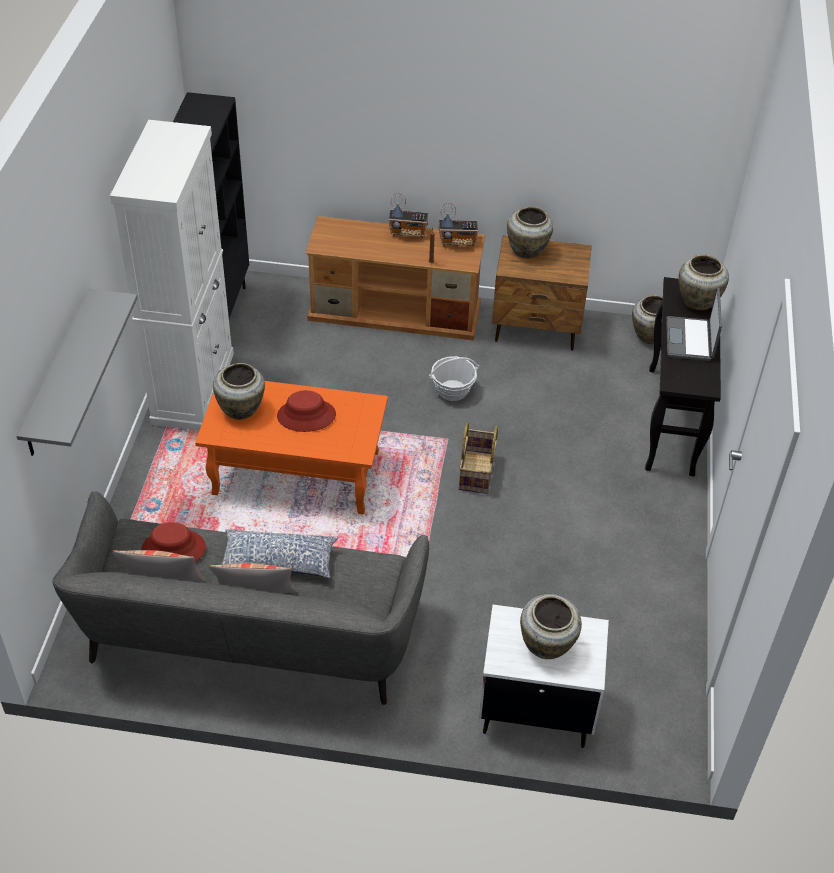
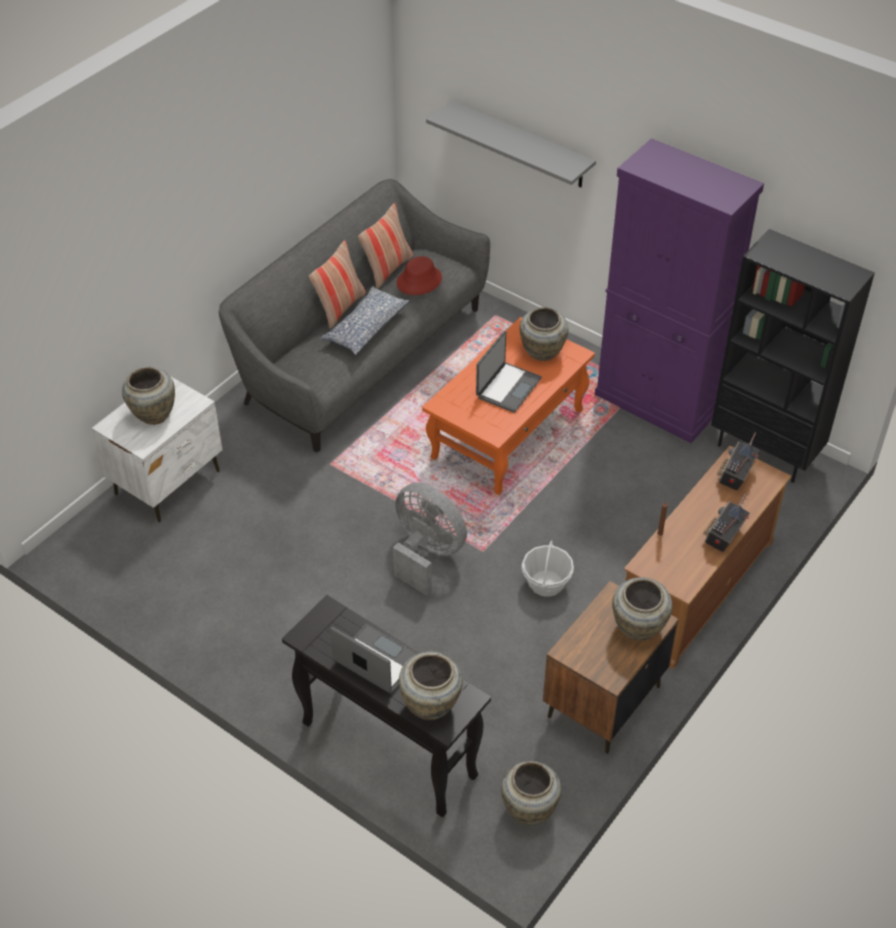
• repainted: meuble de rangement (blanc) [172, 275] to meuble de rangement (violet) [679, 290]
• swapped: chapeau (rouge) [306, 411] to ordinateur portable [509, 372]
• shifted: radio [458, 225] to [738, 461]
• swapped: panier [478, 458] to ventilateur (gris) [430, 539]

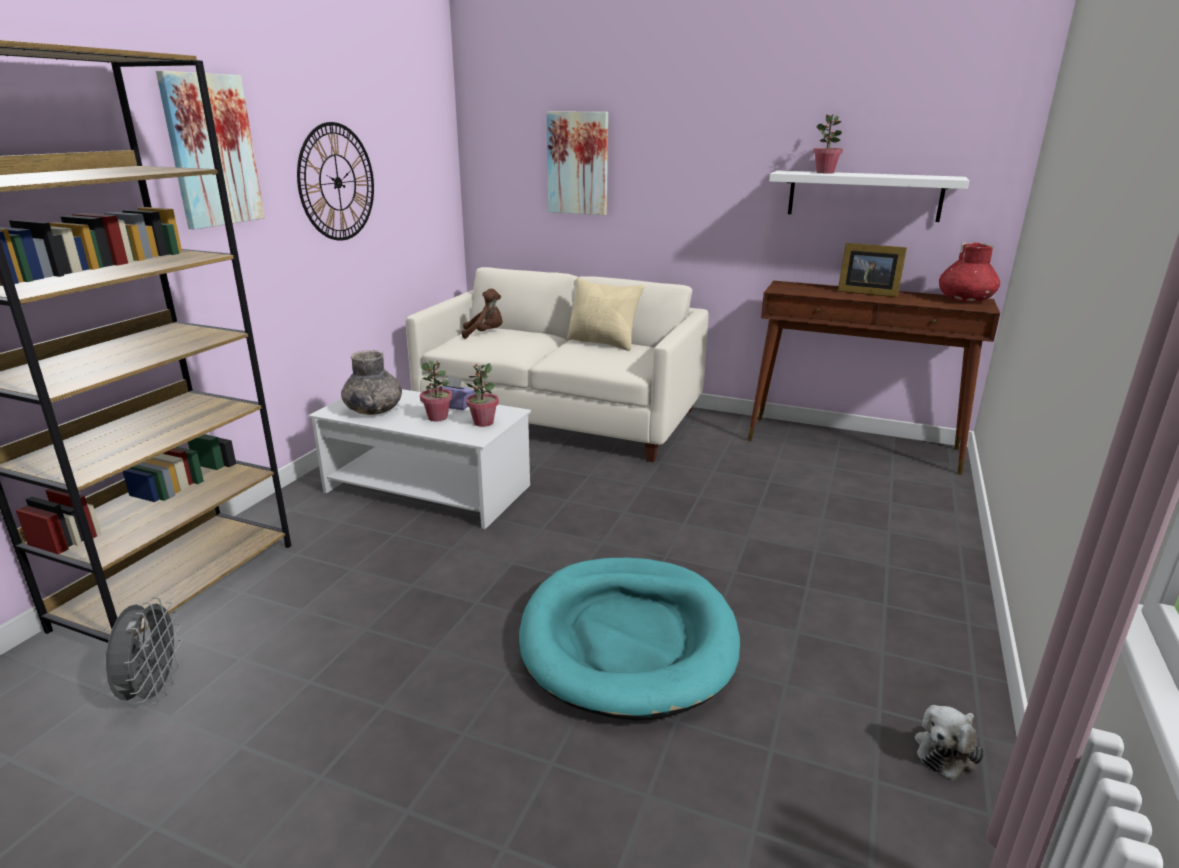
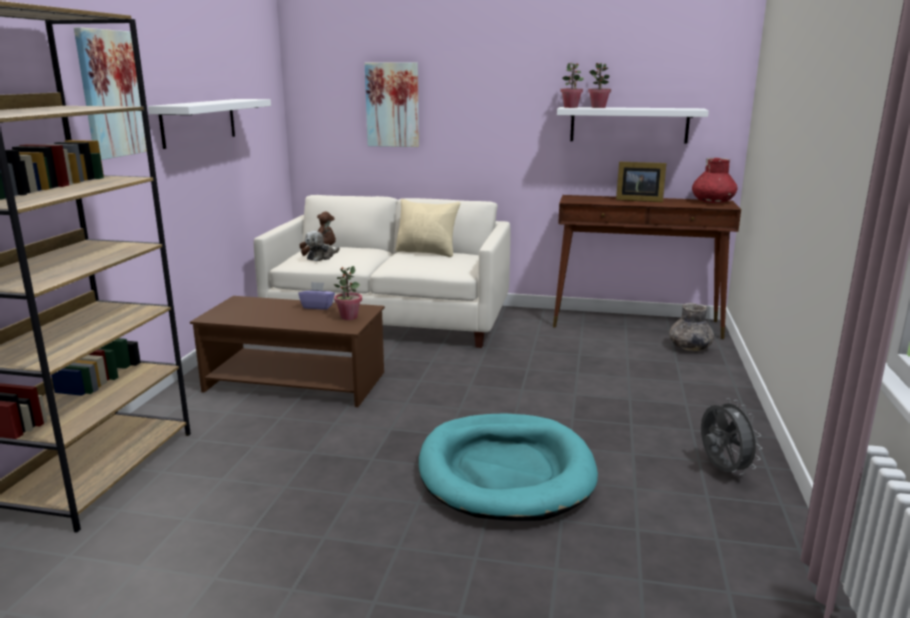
• shifted: ventilateur (gris) [144, 650] to [731, 436]
• swapped: horloge murale [335, 181] to étagère (blanc) [209, 124]
• repainted: table basse (blanc) [419, 459] to table basse (marron) [287, 351]
• shifted: vase (gris) [371, 382] to [691, 327]
• shifted: plante en pot [436, 390] to [572, 85]
• shifted: peluche [950, 743] to [322, 246]

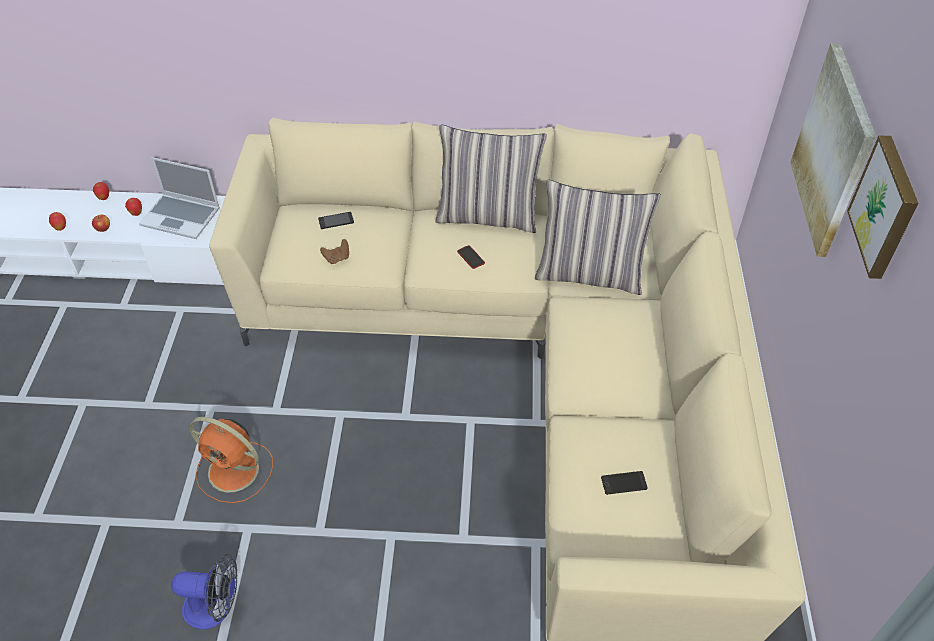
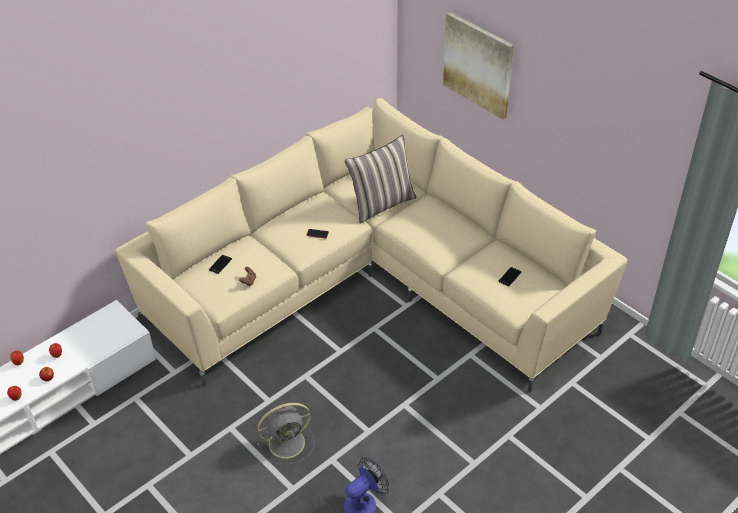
• gone: ordinateur portable [179, 198]
• repainted: ventilateur (orange) [231, 460] to ventilateur (gris) [285, 434]
• gone: coussin [491, 178]
• gone: tableau [883, 207]

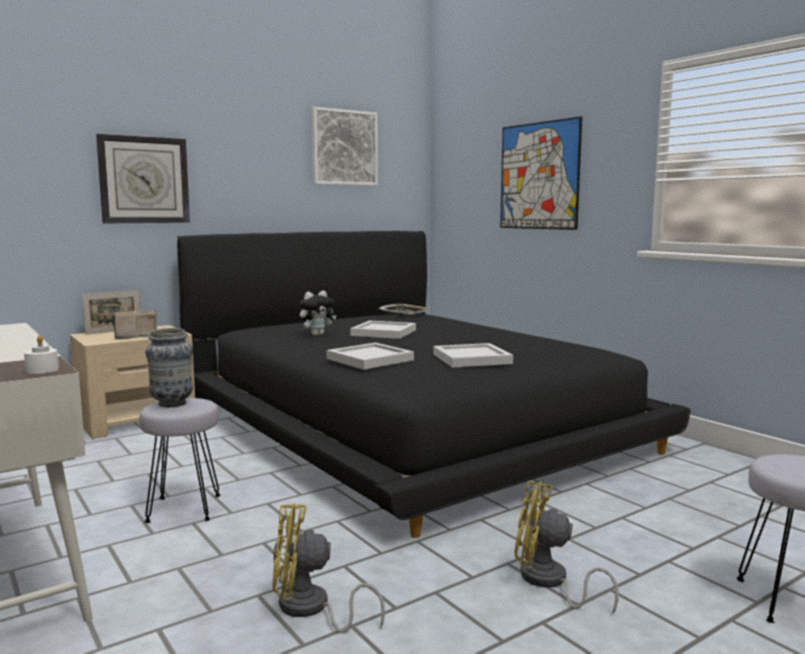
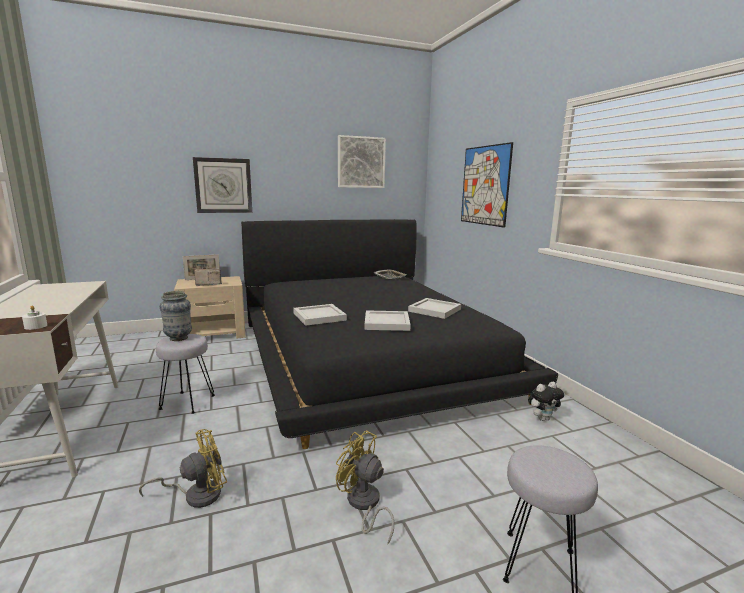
• rotated: ventilateur (jaune) [328, 568] = [183, 468] 135 degrees clockwise
• shifted: peluche [318, 313] to [546, 401]
• shifted: plateau (blanc) [383, 330] to [434, 308]

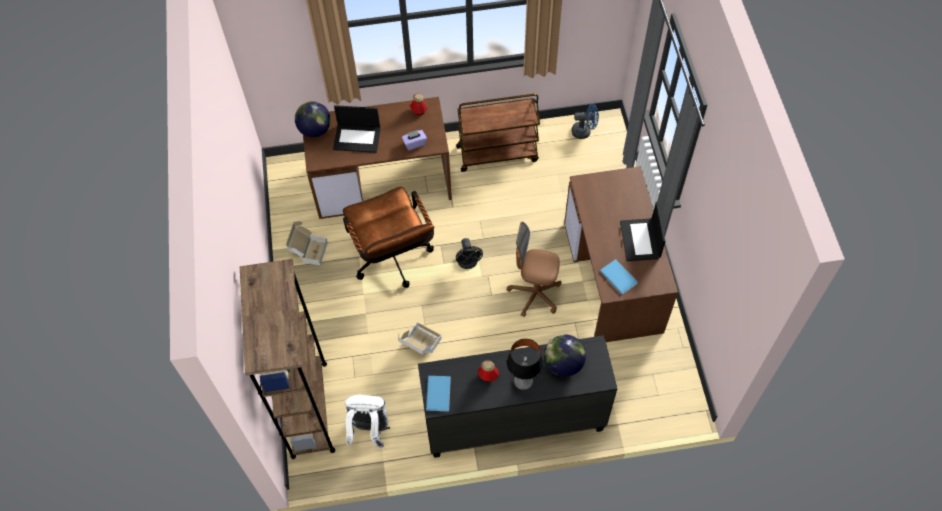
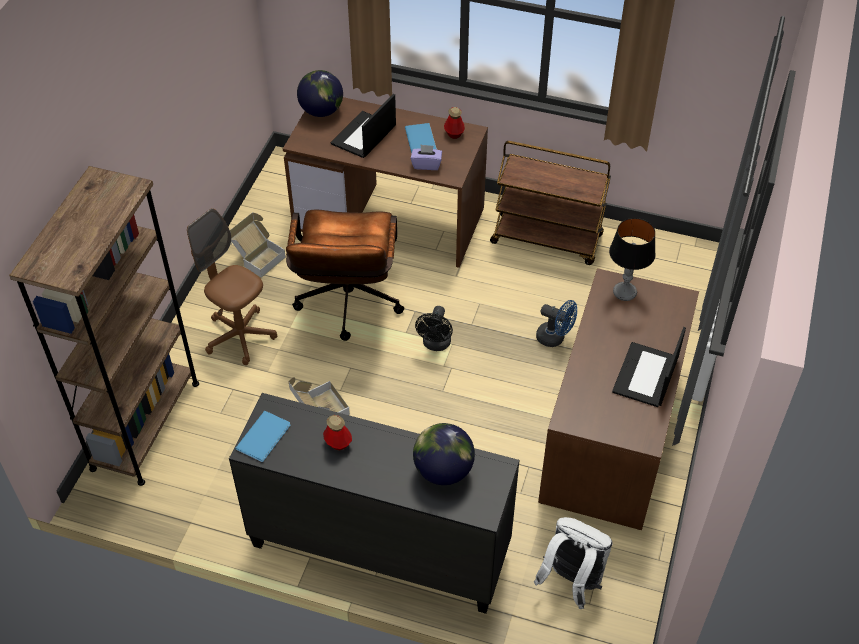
• rotated: ordinateur portable [357, 129] = [363, 126] 90 degrees clockwise
• shifted: sac à dos (blanc) [367, 421] to [573, 563]
• shifted: chaise de bureau (marron) [534, 269] to [232, 286]
• shifted: lampe de table [525, 364] to [632, 259]
• shifted: ventilateur (bleu) [585, 121] to [556, 323]
• shifted: livre (bleu) [619, 276] to [421, 138]

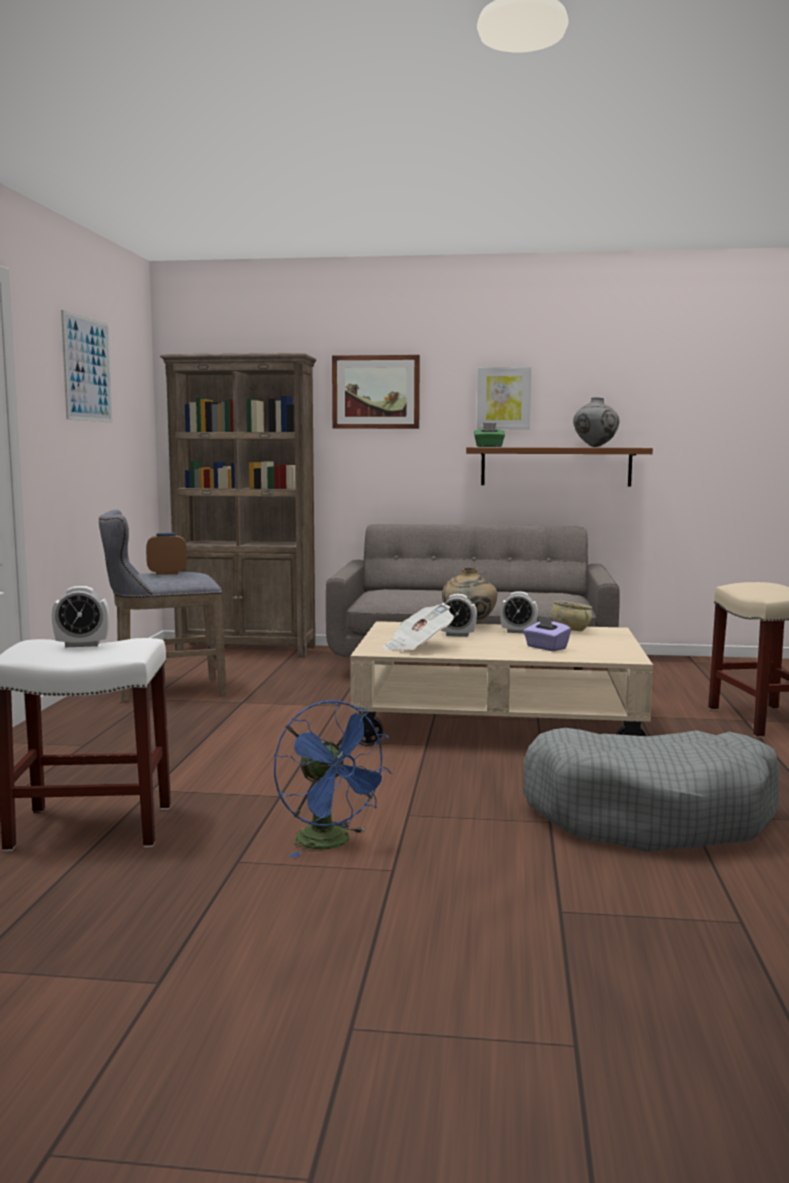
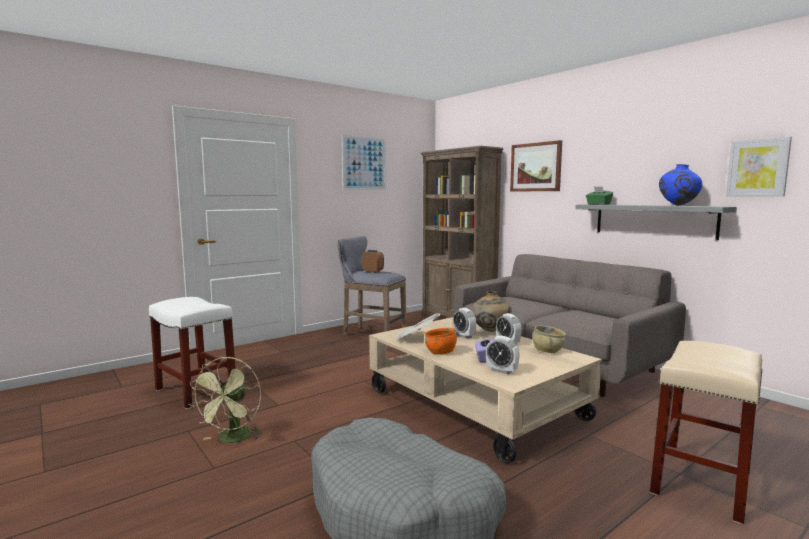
• shifted: réveil [81, 616] to [503, 355]
• repainted: ventilateur (bleu) [333, 779] to ventilateur (vert) [225, 400]
• repainted: étagère (marron) [559, 466] to étagère (gris) [656, 222]
• shifted: tableau [504, 398] to [759, 167]
• repainted: vase (gris) [596, 422] to vase (bleu) [680, 185]
• new: bol (orange) [441, 341]

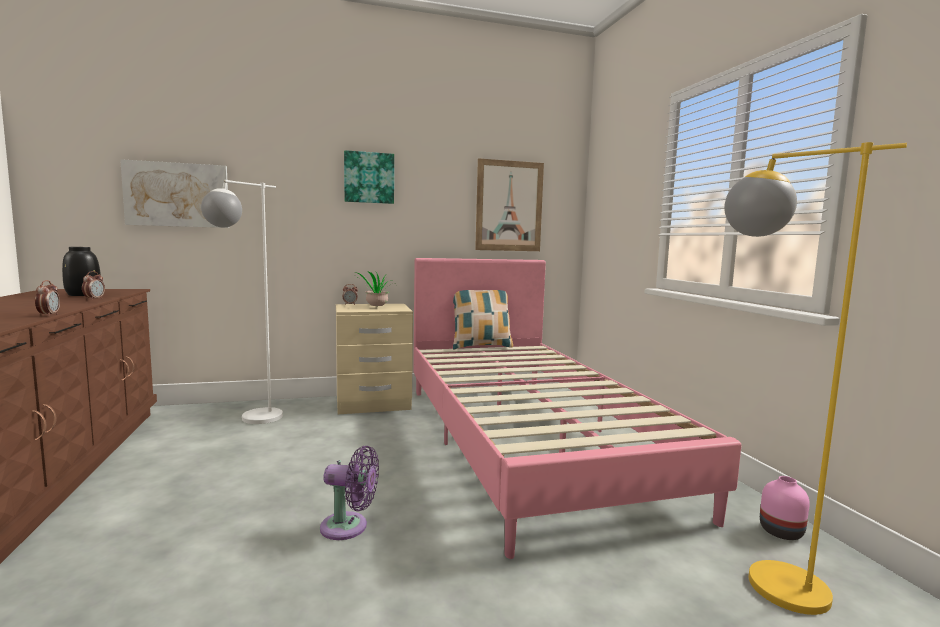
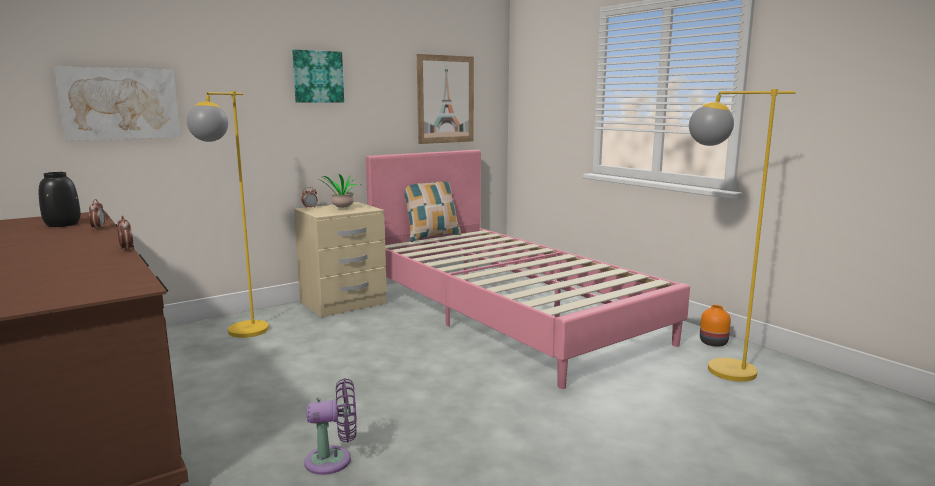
• repainted: lampadaire (blanc) [242, 302] to lampadaire (jaune) [228, 214]
• shifted: ventilateur (violet) [349, 493] to [330, 426]
• repainted: vase (rose) [785, 508] to vase (orange) [715, 326]

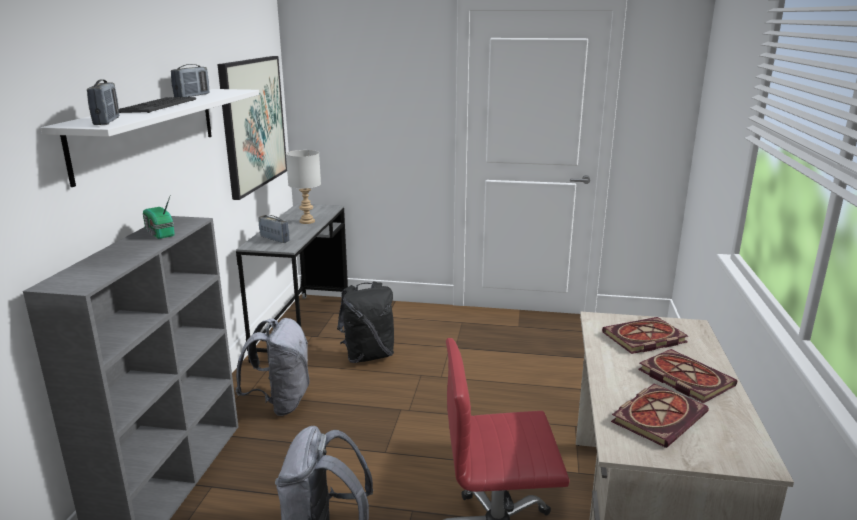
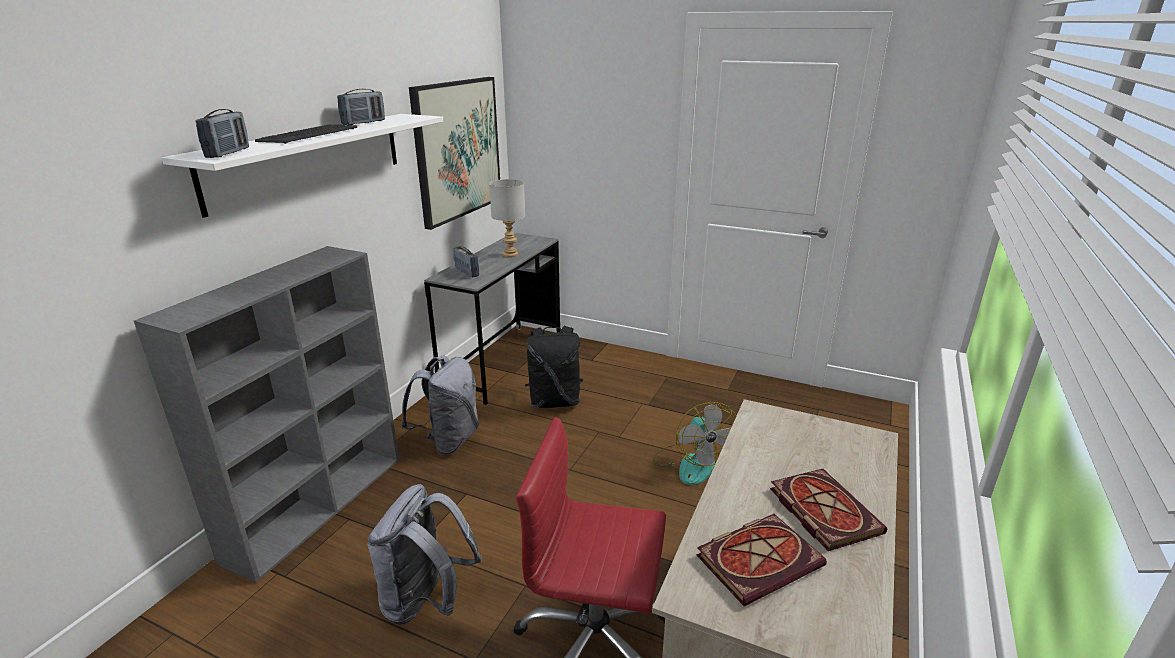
• gone: radio [159, 218]
• gone: livre [645, 335]
• new: ventilateur [695, 443]

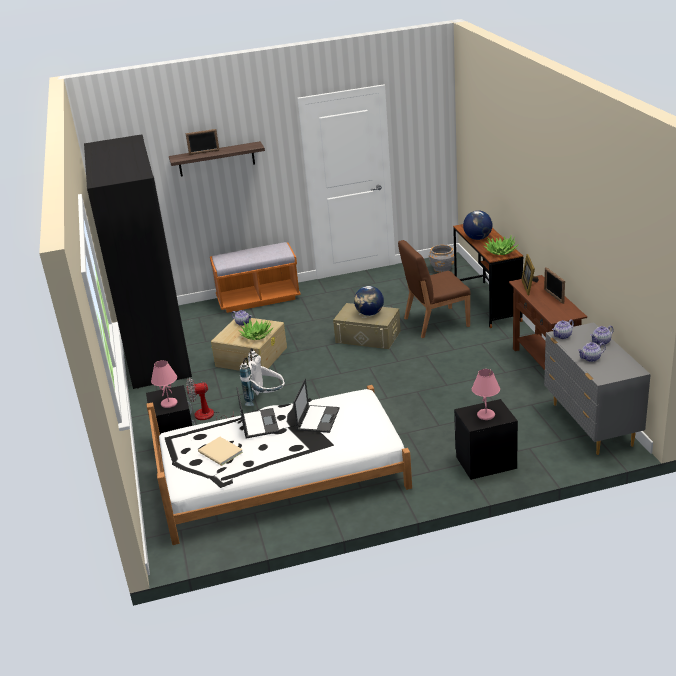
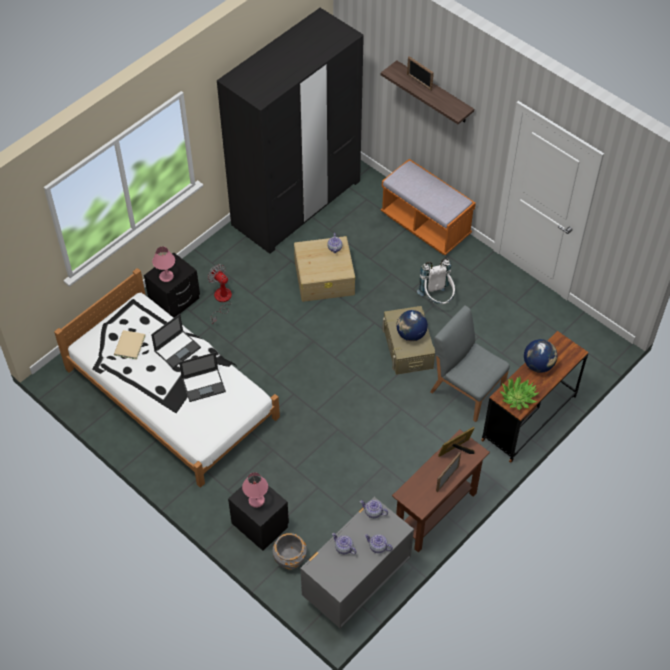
• gone: plante en pot [256, 329]
• shifted: sac à dos (blanc) [262, 377] to [436, 281]
• repainted: chaise (marron) [434, 289] to chaise (gris) [470, 363]
• shifted: cache-pot (gris) [441, 258] to [290, 551]

